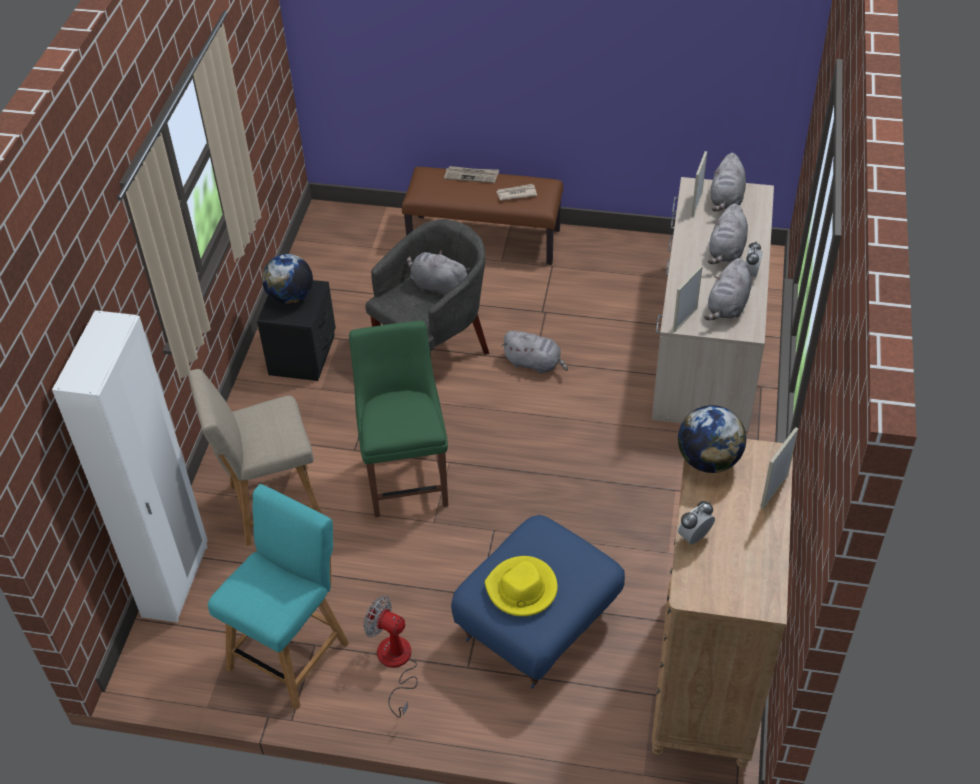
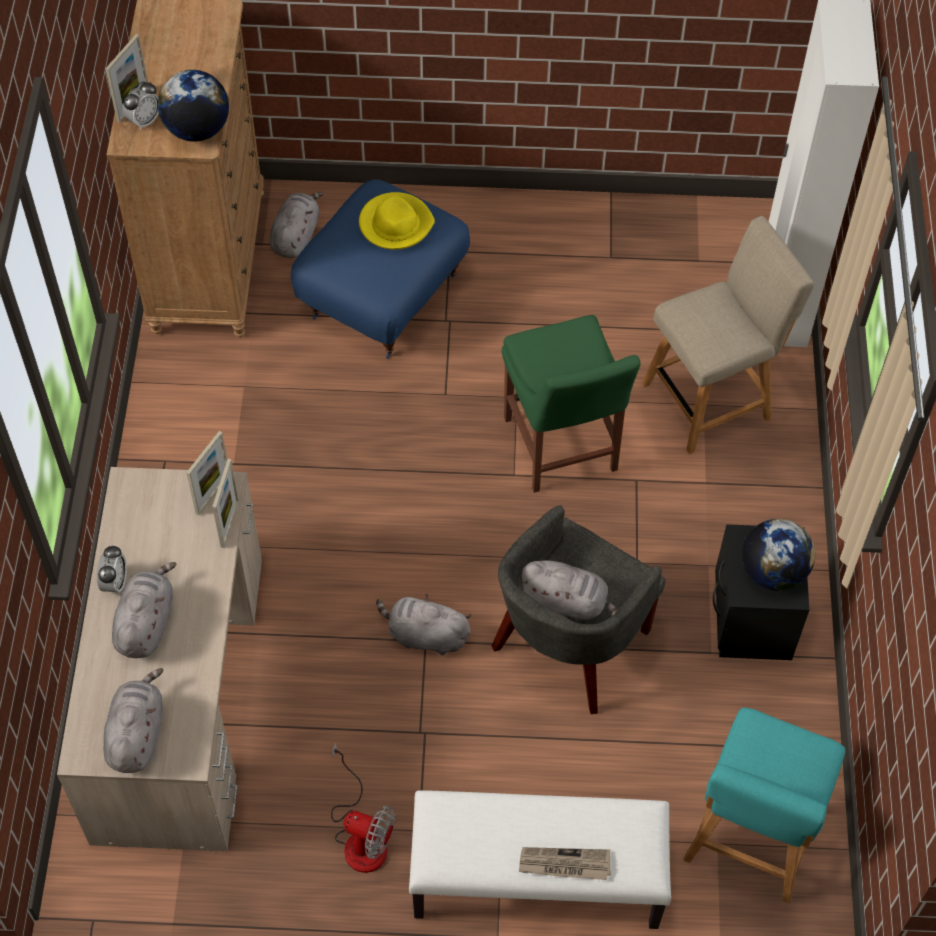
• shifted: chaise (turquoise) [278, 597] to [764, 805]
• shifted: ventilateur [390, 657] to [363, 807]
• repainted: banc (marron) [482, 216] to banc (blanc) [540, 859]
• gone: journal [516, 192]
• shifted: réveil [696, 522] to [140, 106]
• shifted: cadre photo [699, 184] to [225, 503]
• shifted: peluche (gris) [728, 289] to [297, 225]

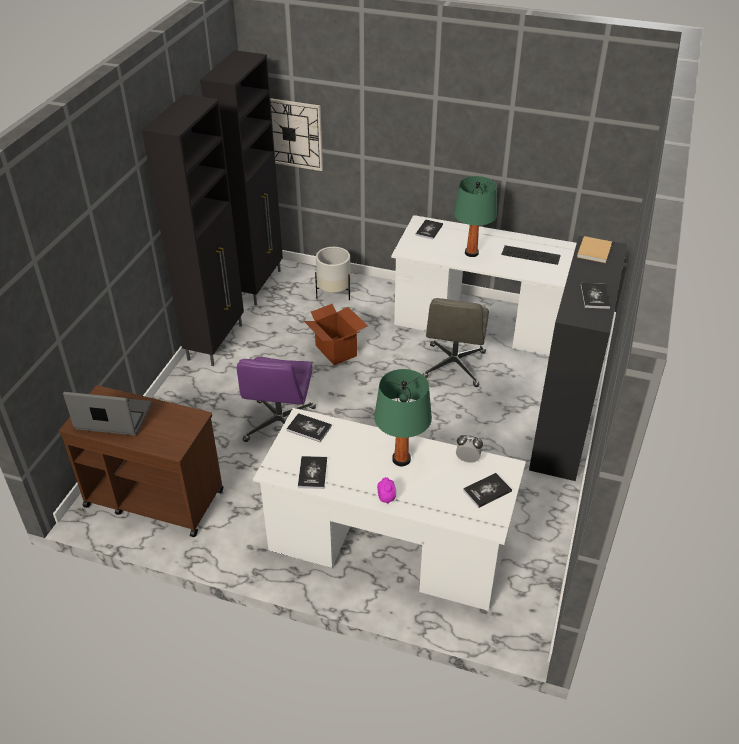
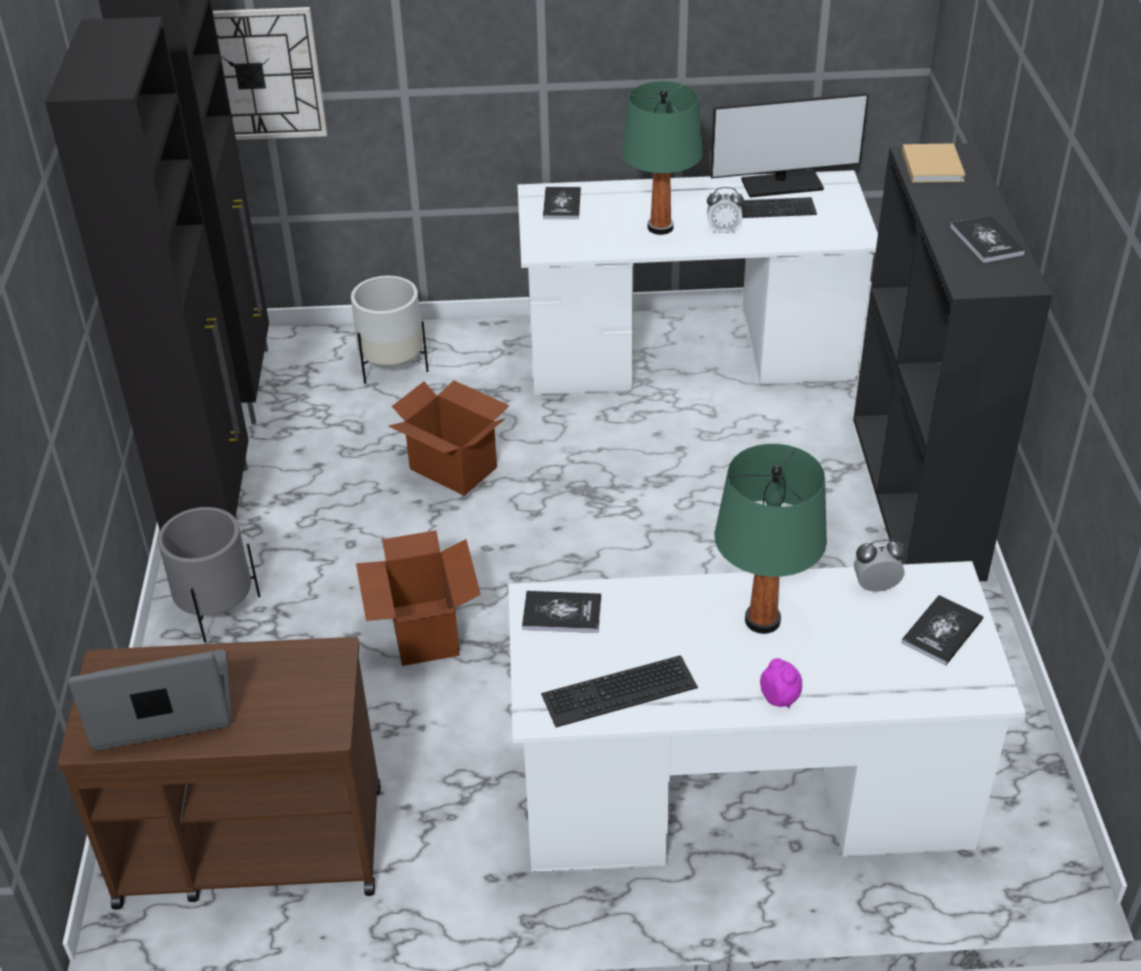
• swapped: chaise de bureau (violet) [276, 399] to carton [418, 598]
• swapped: livre [312, 472] to clavier [619, 691]
• gone: chaise de bureau (gris) [455, 342]
• new: cache-pot (gris) [209, 574]
• new: réveil [725, 210]
• new: écran d'ordinateur [789, 145]

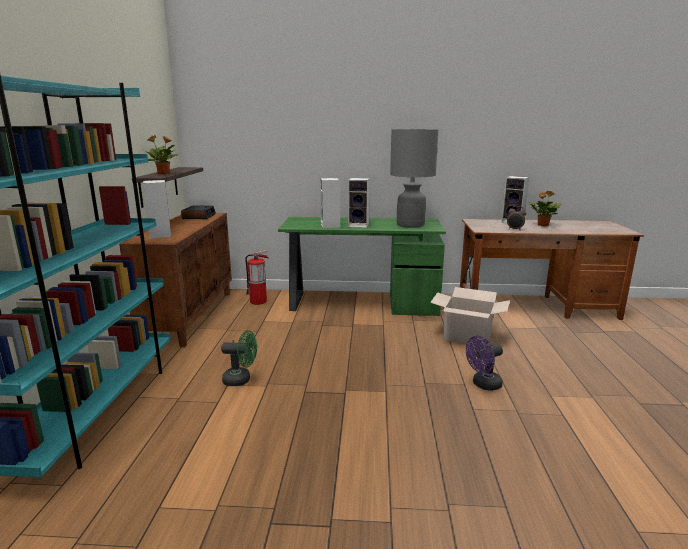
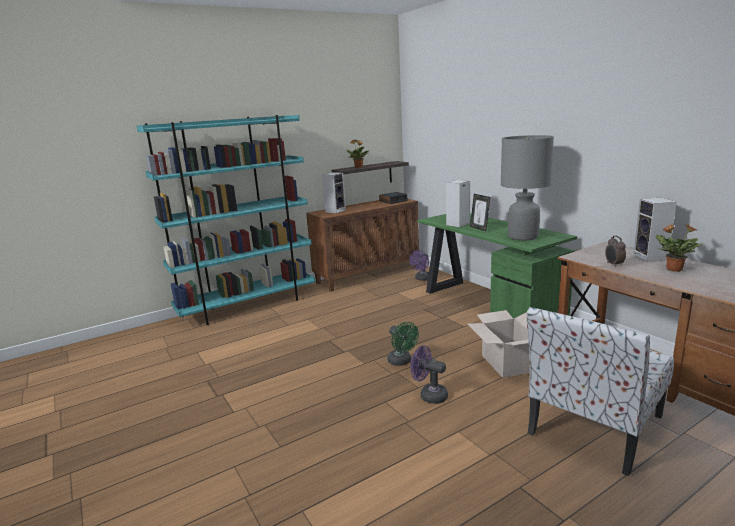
• shifted: ventilateur (vert) [239, 358] to [403, 344]
• swapped: extincteur [256, 277] to ventilateur (violet) [419, 265]
• swapped: enceinte [359, 203] to cadre photo [480, 212]
• new: chaise [600, 391]

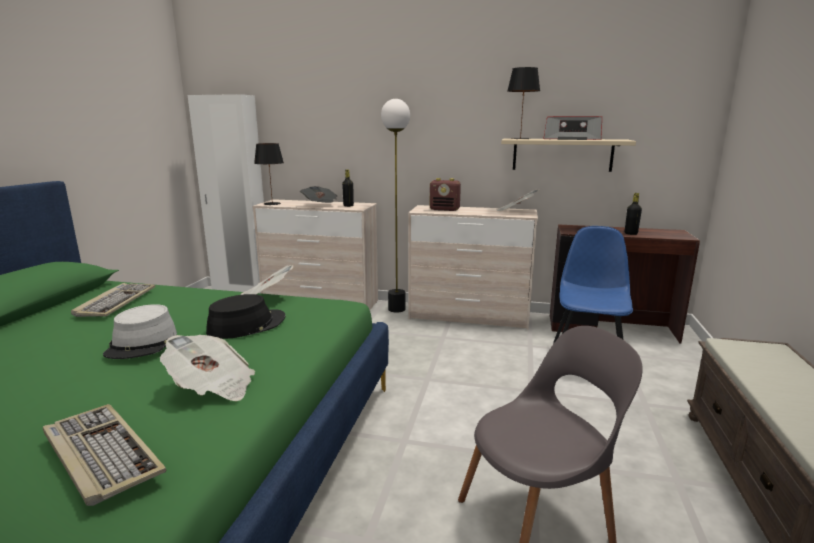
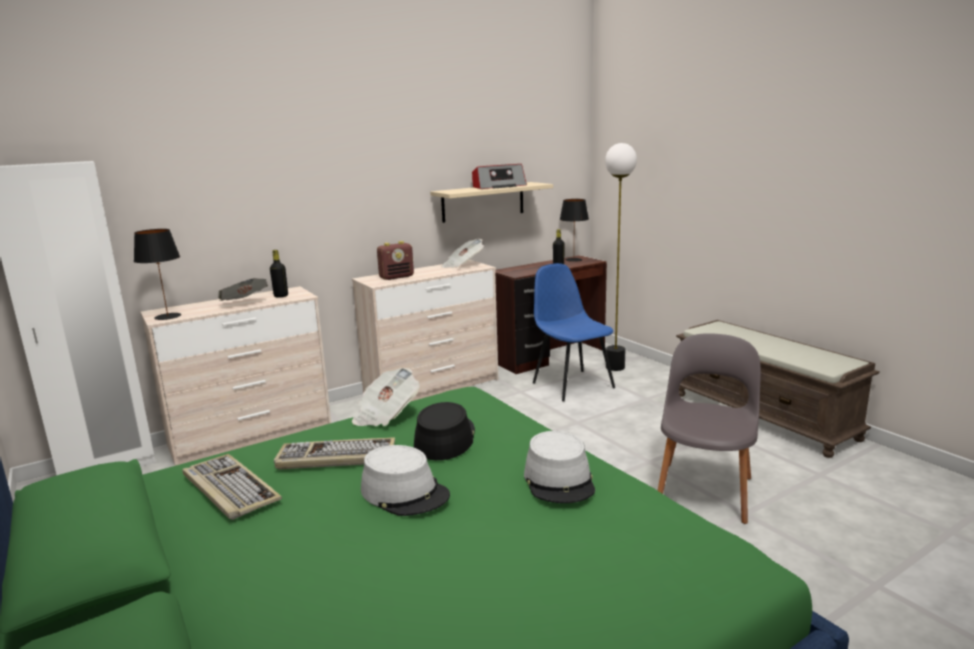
• shifted: clavier [104, 455] to [334, 453]
• swapped: journal [207, 368] to chapeau (gris) [559, 467]
• shifted: lampadaire [395, 206] to [621, 257]
• shifted: lampe de table (noir) [524, 103] to [574, 230]

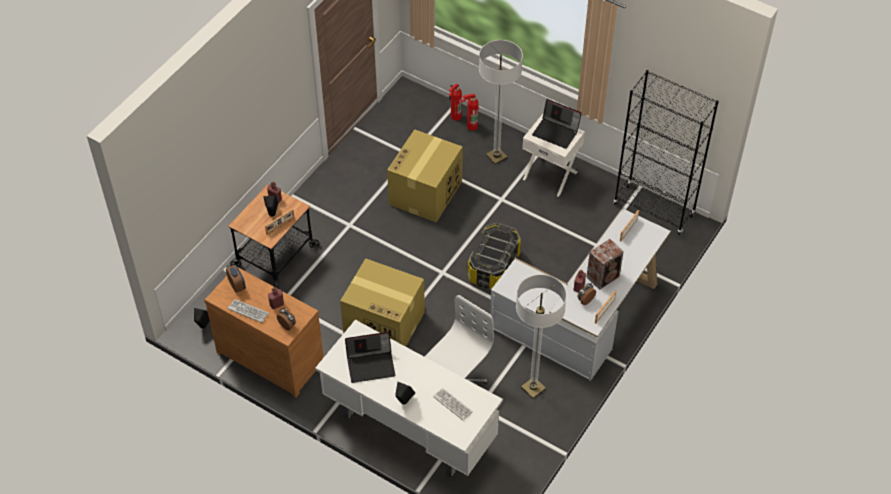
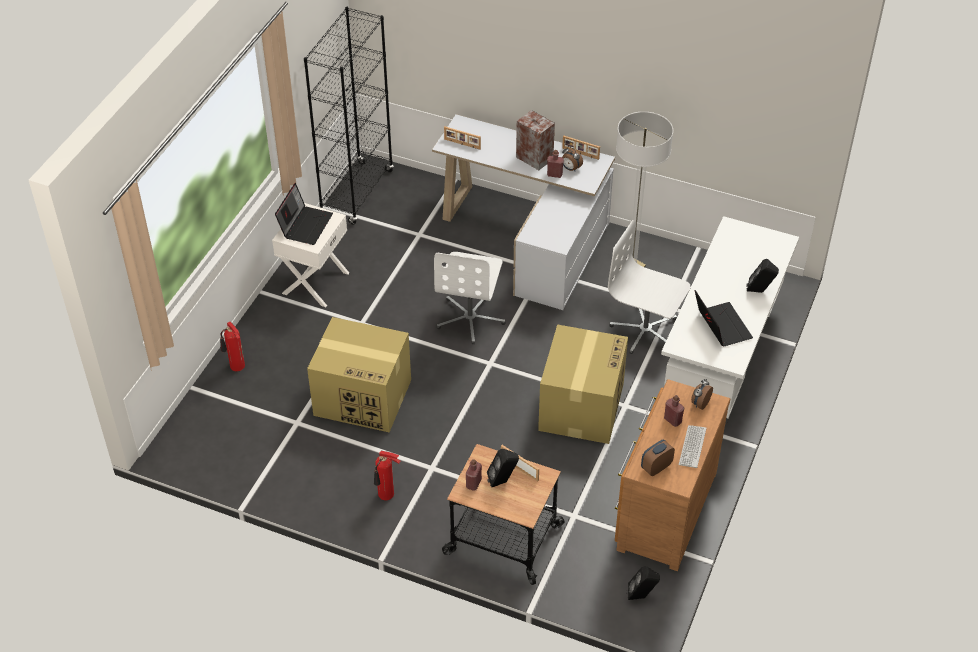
• gone: clavier [453, 404]
• shifted: extincteur [455, 102] to [387, 475]
• swapped: boîte de rangement [494, 255] to chaise de bureau (blanc) [470, 298]
• gone: lampadaire [501, 102]

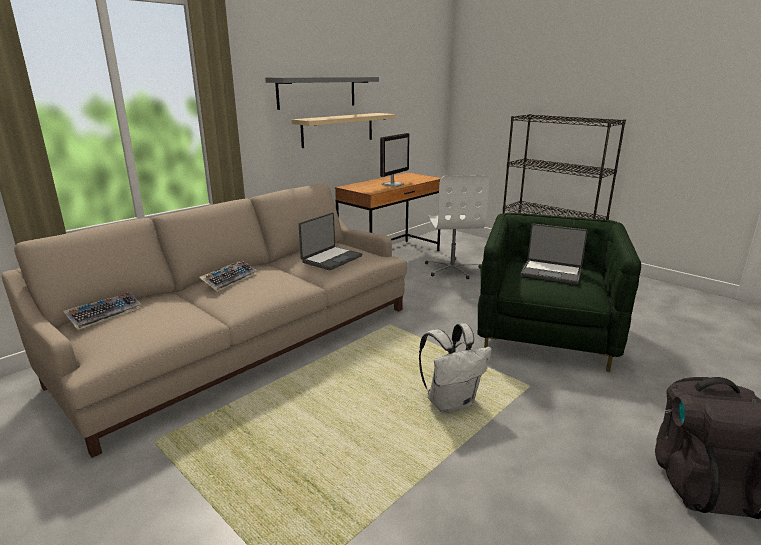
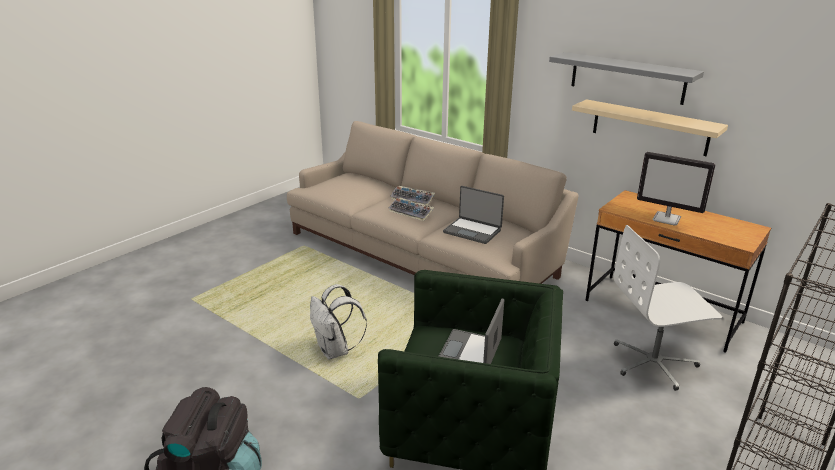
• shifted: clavier [102, 311] to [411, 209]

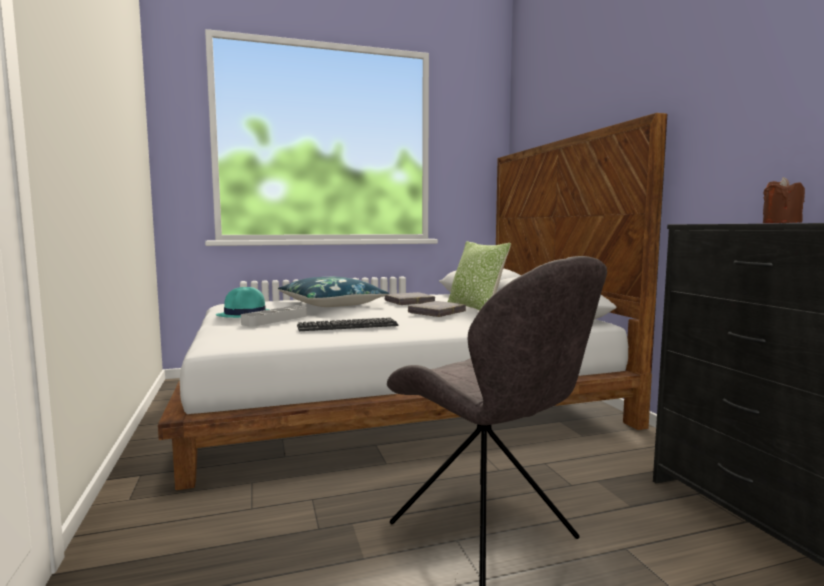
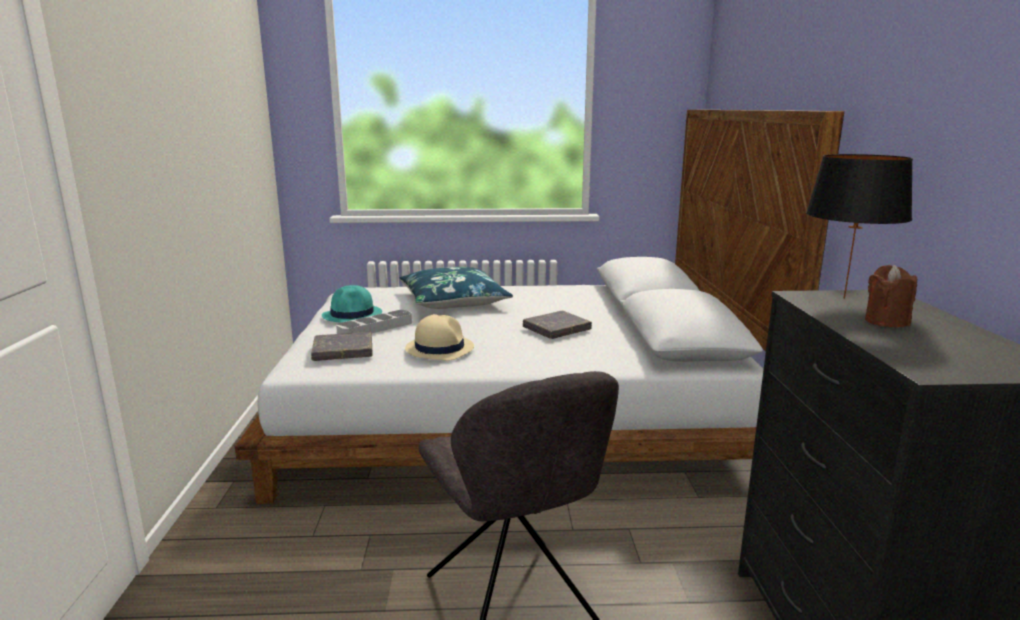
• swapped: clavier [347, 324] to chapeau (beige) [439, 337]
• shifted: livre (gris) [410, 298] to [342, 346]
• gone: coussin [479, 276]
• new: lampe de table (noir) [859, 226]

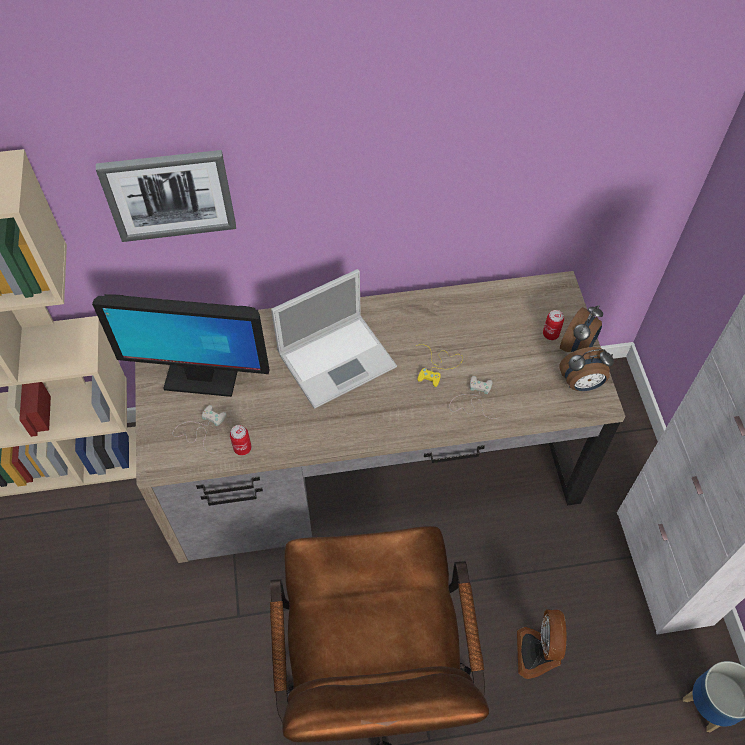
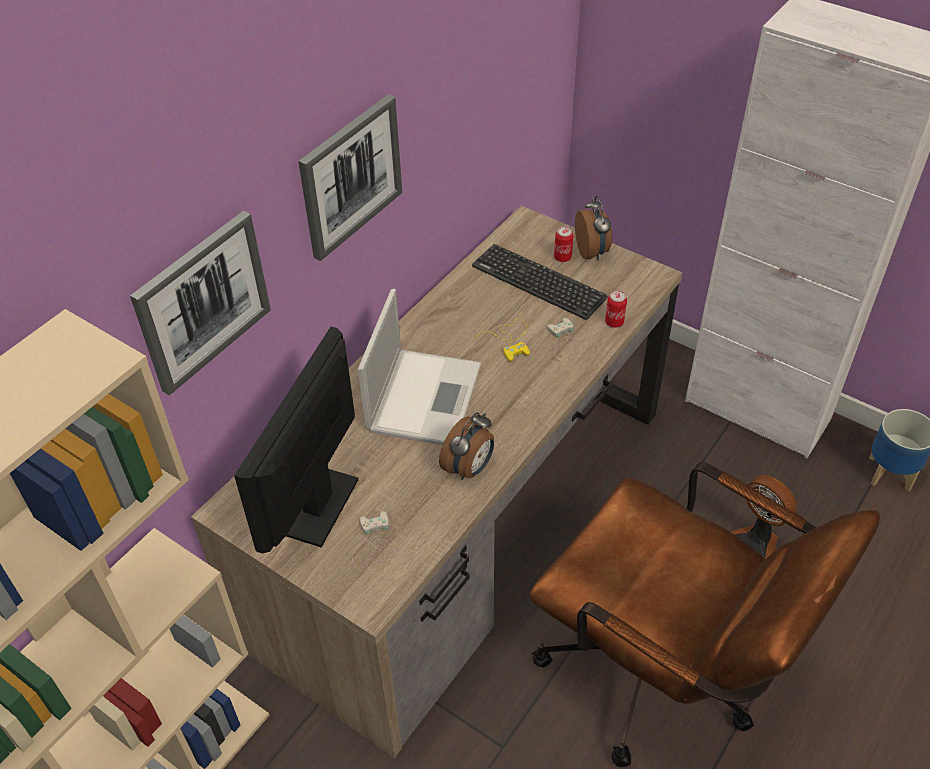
• rotated: écran d'ordinateur [181, 345] = [296, 440] 150 degrees clockwise
• shifted: boîte métallique [241, 440] to [616, 309]
• shifted: réveil [586, 369] to [466, 446]
• new: tableau [350, 177]
• new: clavier [540, 282]

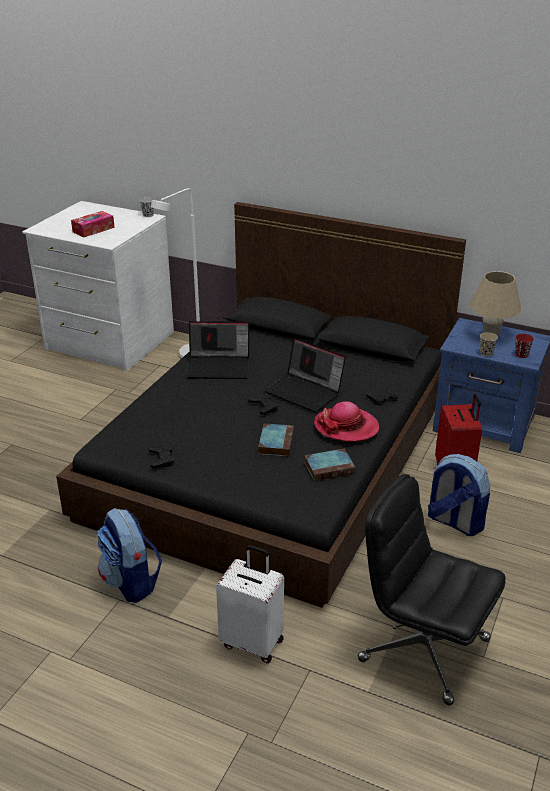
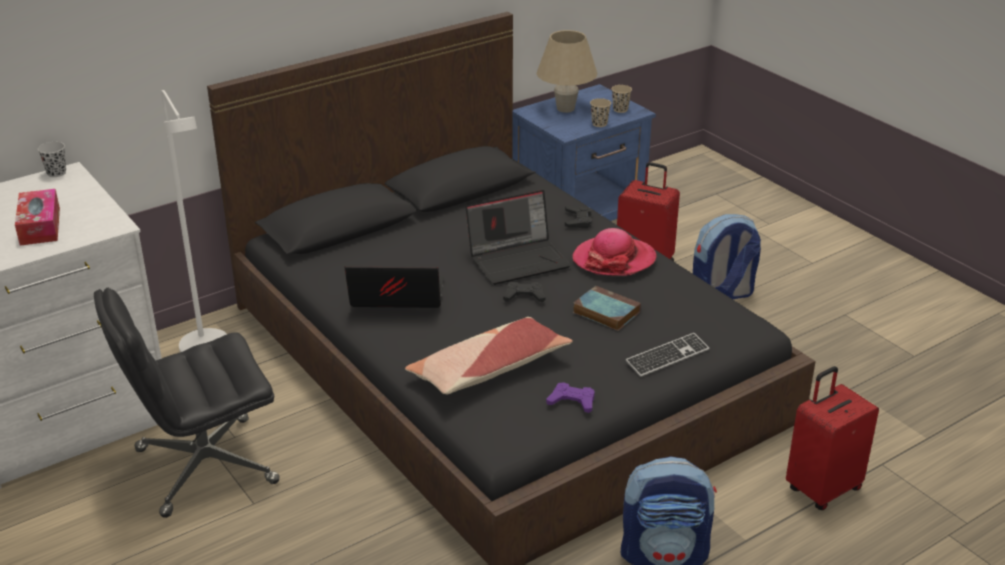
• repainted: manette (noir) [161, 457] to manette (violet) [570, 397]
• rotated: ordinateur portable [217, 350] = [394, 287] 120 degrees counterclockwise
• repainted: valise (blanc) [250, 604] to valise (rouge) [832, 438]
• gone: livre [330, 465]
• shifted: chaise de bureau (noir) [432, 589] to [186, 402]
• repainted: tasse (rouge) [524, 346] to tasse (beige) [621, 99]
• new: coussin [489, 355]
• new: clavier [667, 355]

